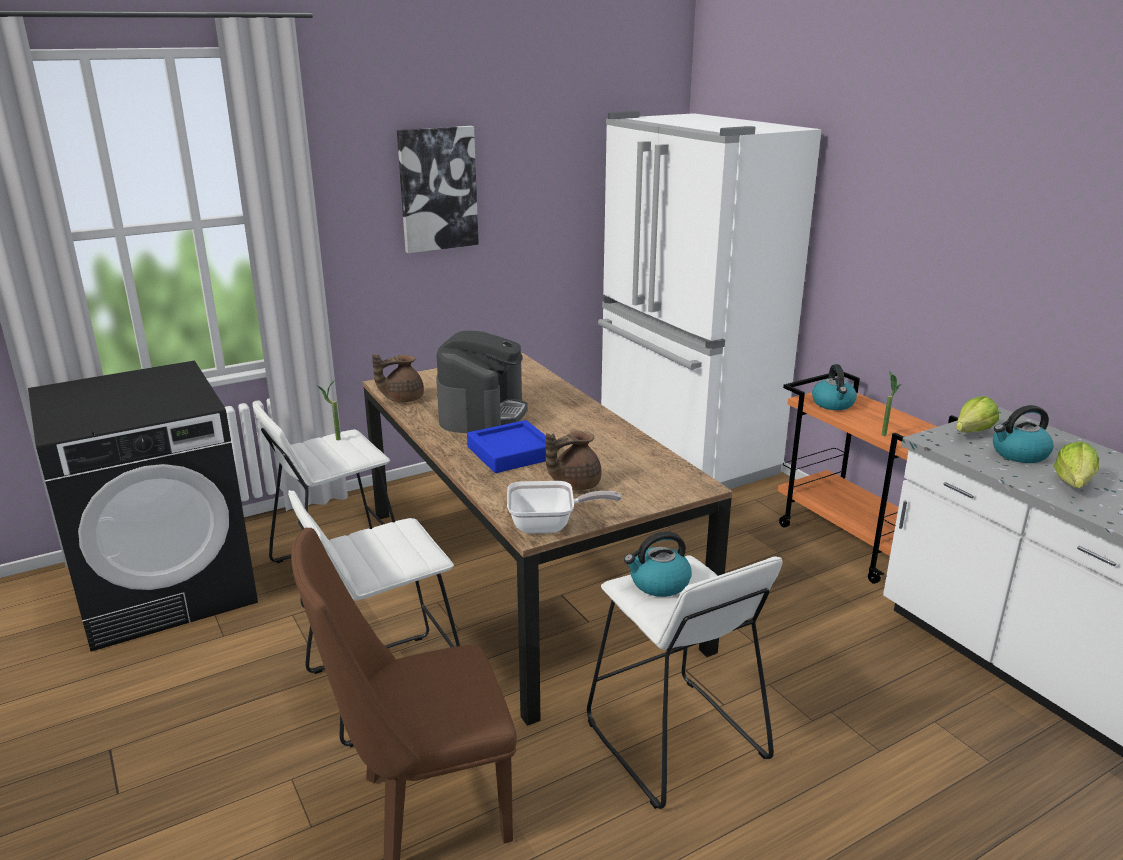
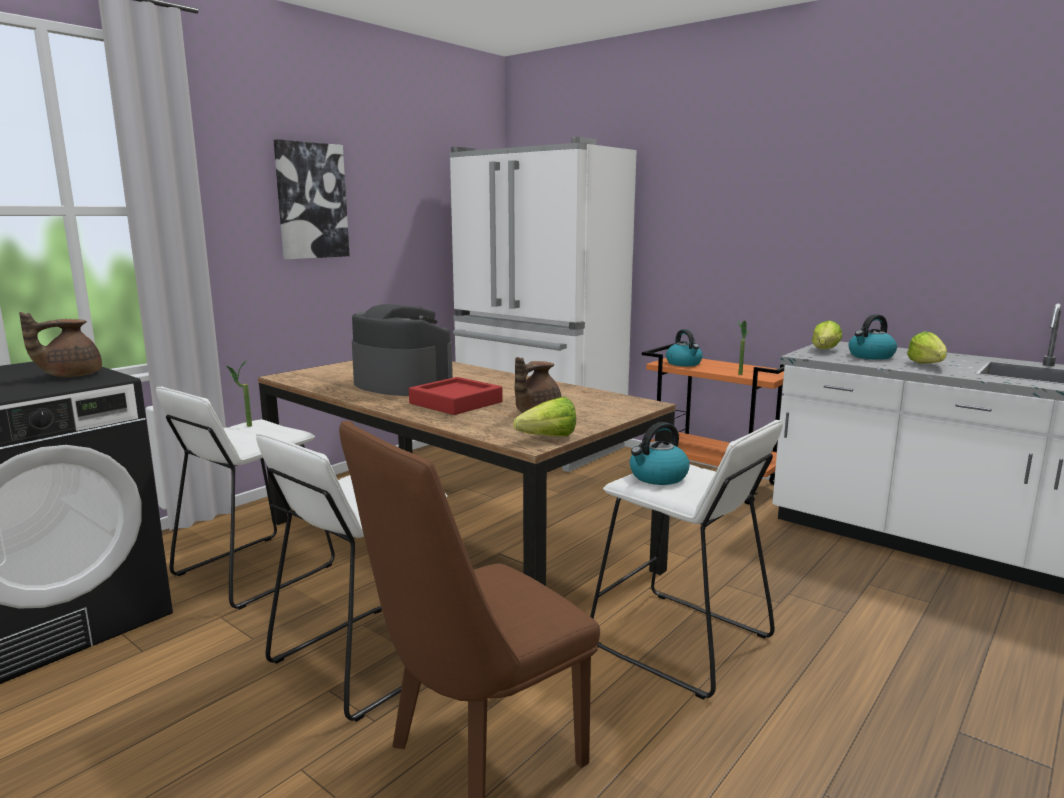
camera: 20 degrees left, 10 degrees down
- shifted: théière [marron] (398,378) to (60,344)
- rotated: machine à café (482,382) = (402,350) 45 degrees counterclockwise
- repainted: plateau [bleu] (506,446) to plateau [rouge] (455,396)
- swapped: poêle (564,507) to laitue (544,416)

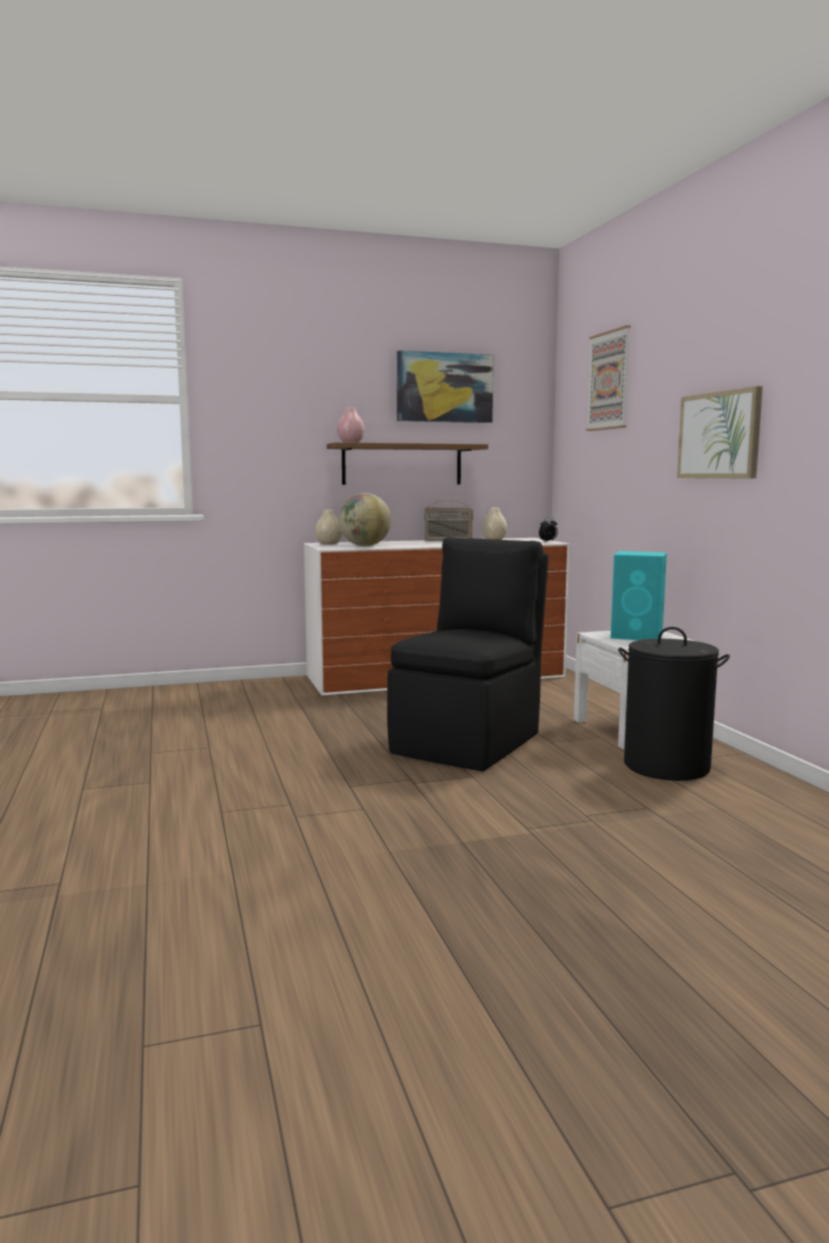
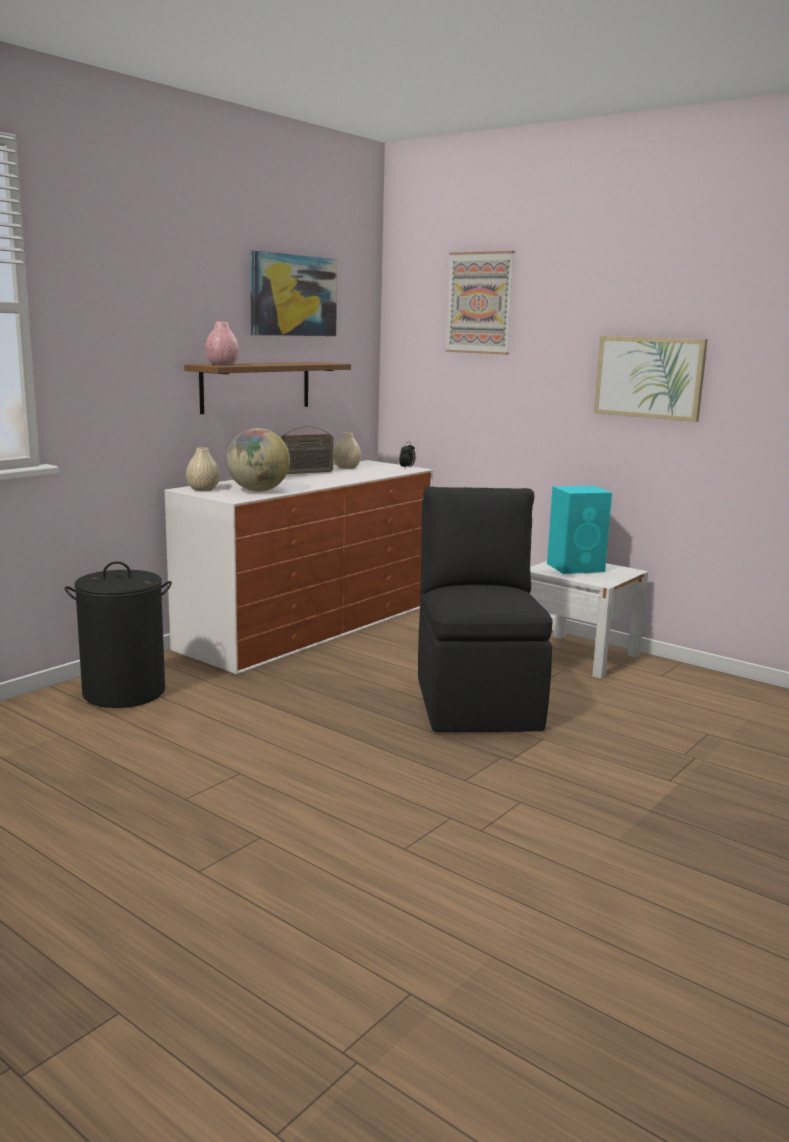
camera: 35 degrees left, 5 degrees up
- shifted: panier à linge [noir] (674,704) to (118,634)

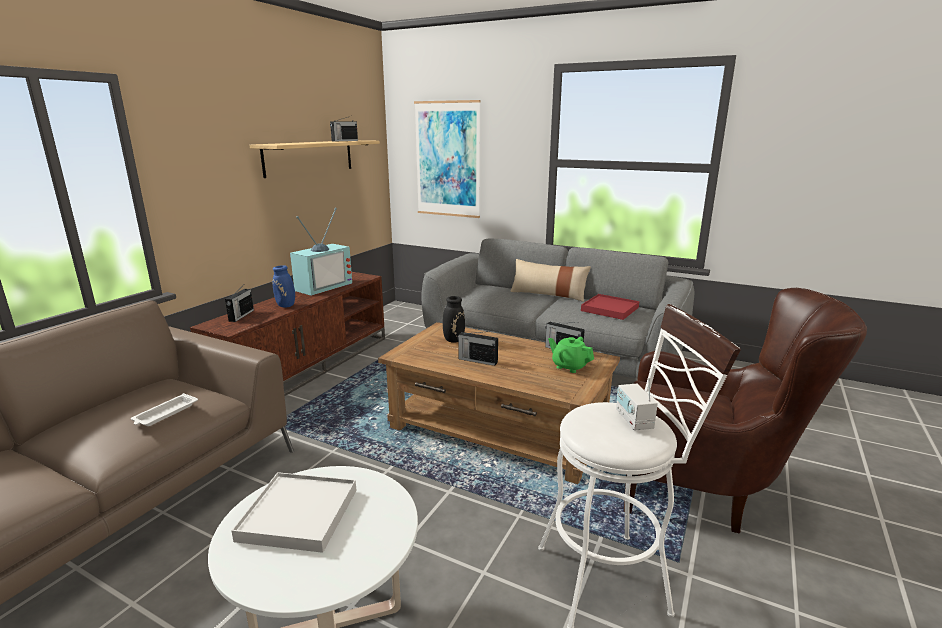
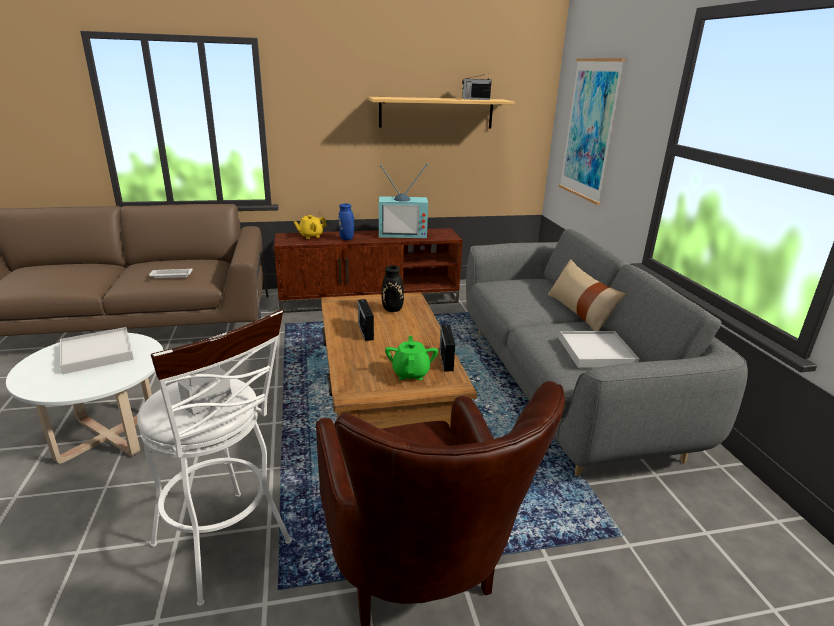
camera: 50 degrees right, 5 degrees up
- swapped: radio (239,305) to théière [jaune] (310,227)
- repainted: plateau [rouge] (610,307) to plateau [blanc] (599,349)

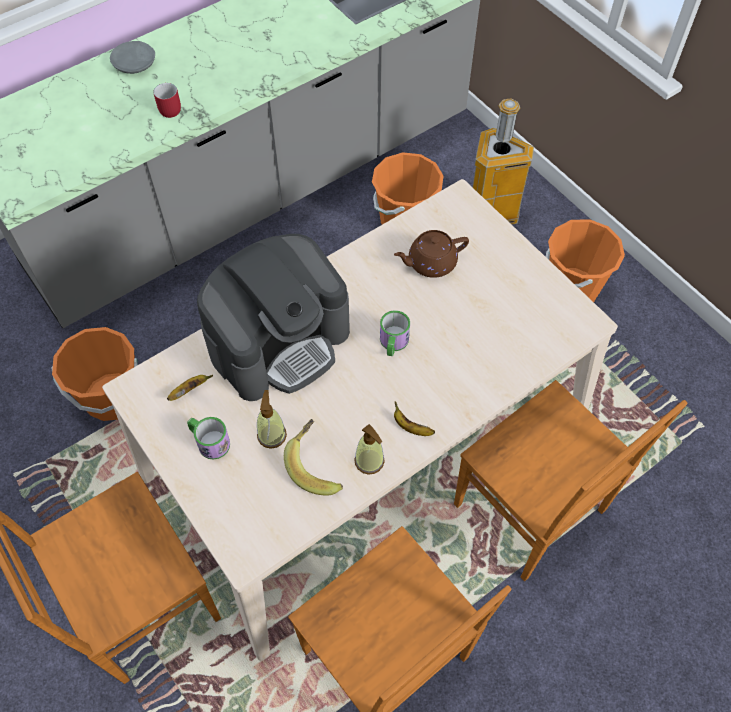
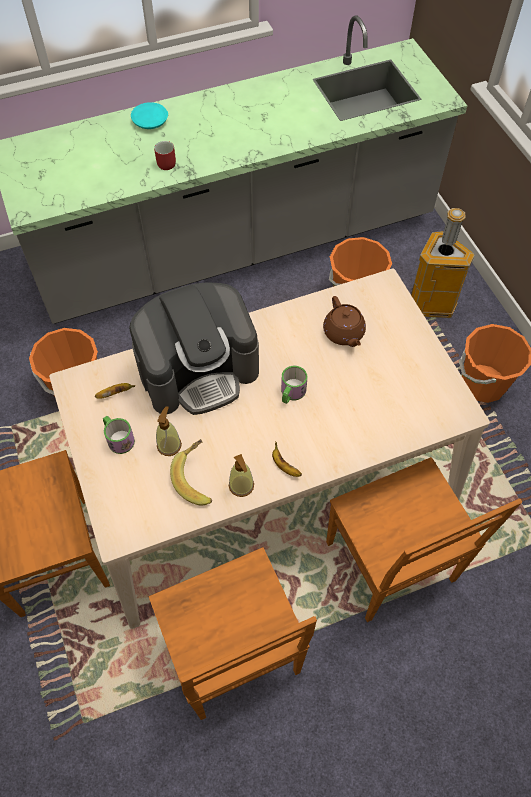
camera: 15 degrees right, 0 degrees up
- repainted: assiette [gris] (132,57) to assiette [turquoise] (149,115)
- rotated: théière [marron] (431,254) = (344,321) 105 degrees counterclockwise

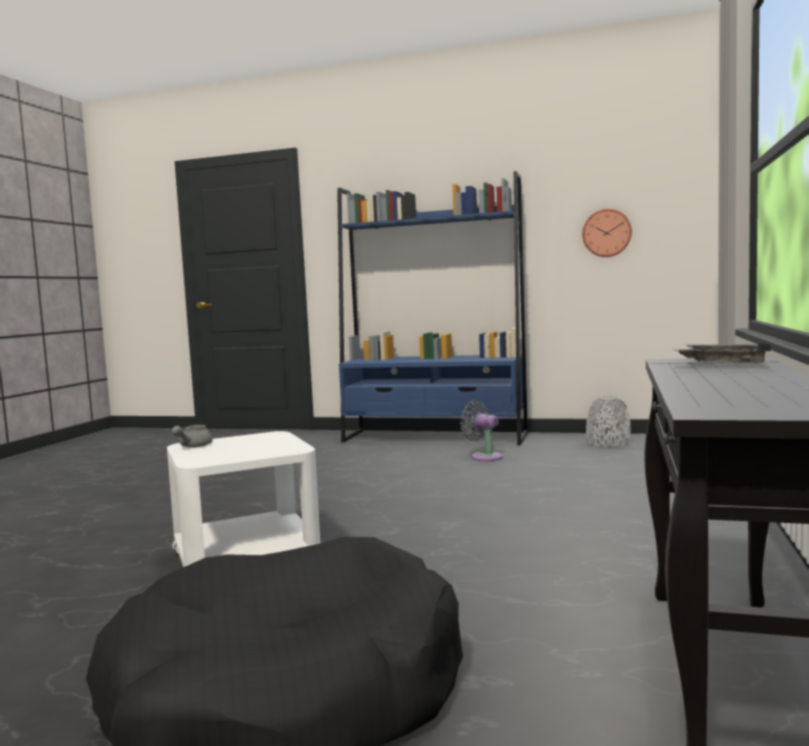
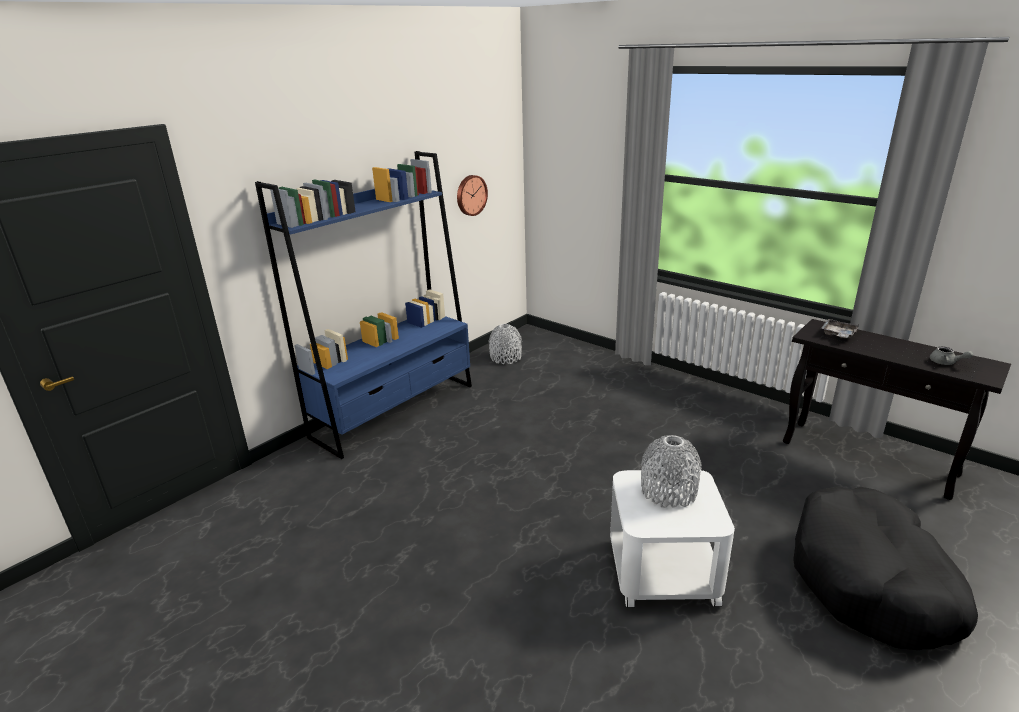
camera: 65 degrees left, 20 degrees up
- new: vase [gris] (671,471)
- shifted: théière [gris] (192,436) to (951,355)
- gone: ventilateur [gris] (481,430)

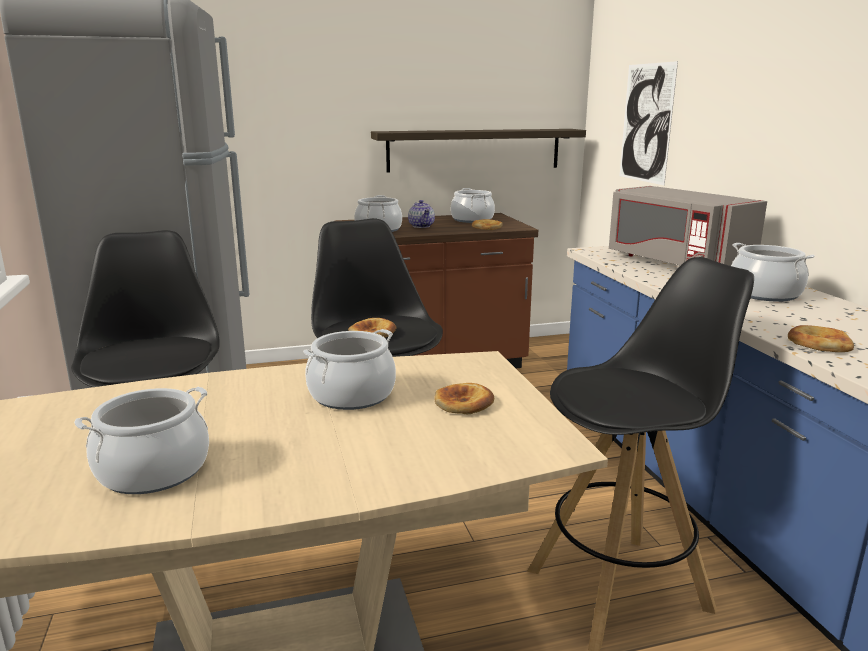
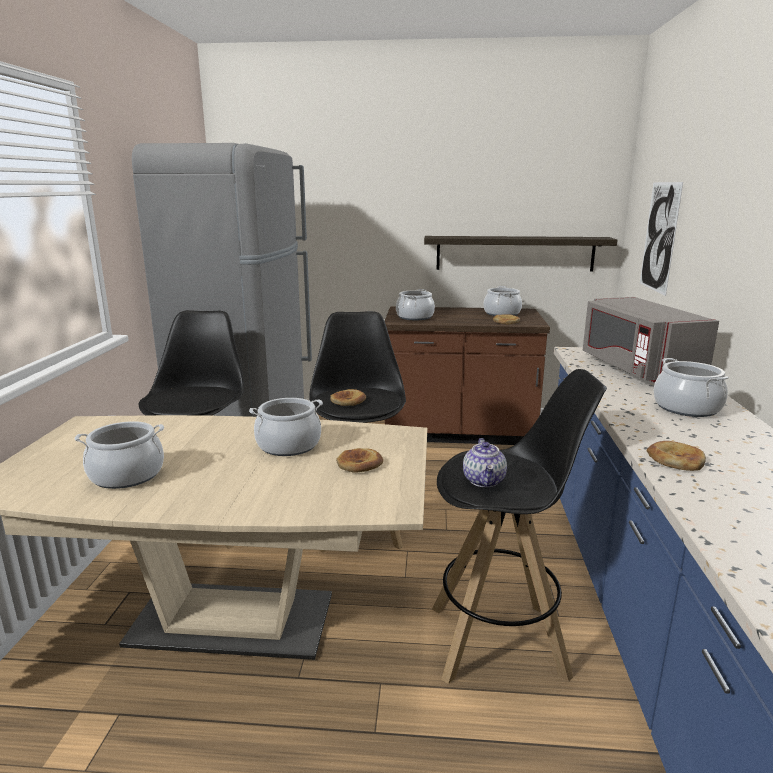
camera: 20 degrees right, 0 degrees up
- shifted: théière (421,214) to (485,462)

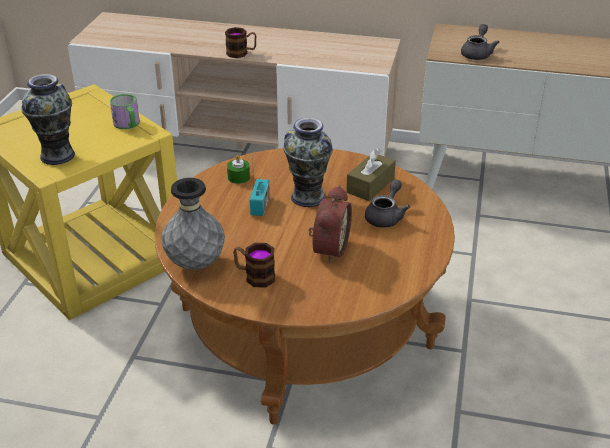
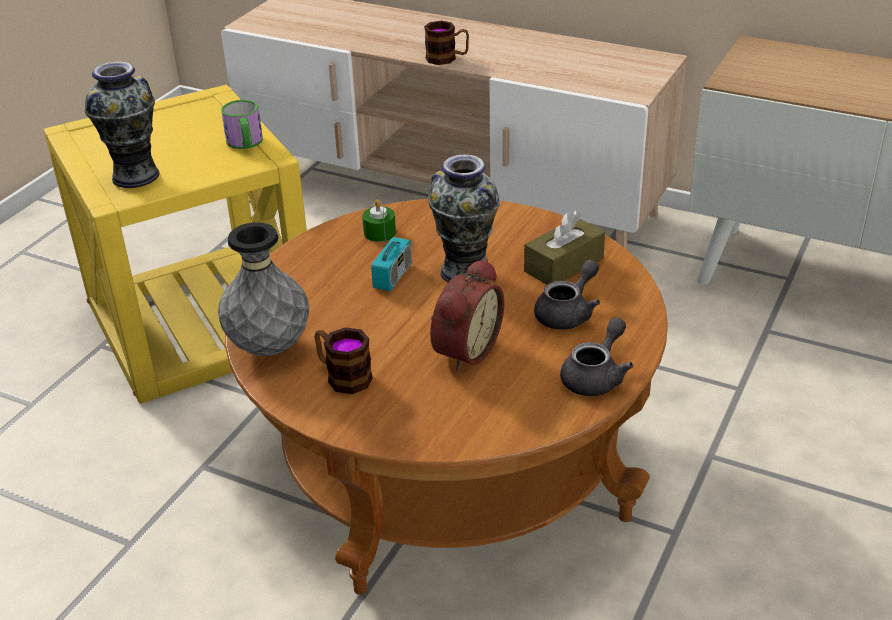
camera: 15 degrees right, 0 degrees up
- shifted: théière [gris] (480,42) to (596,356)

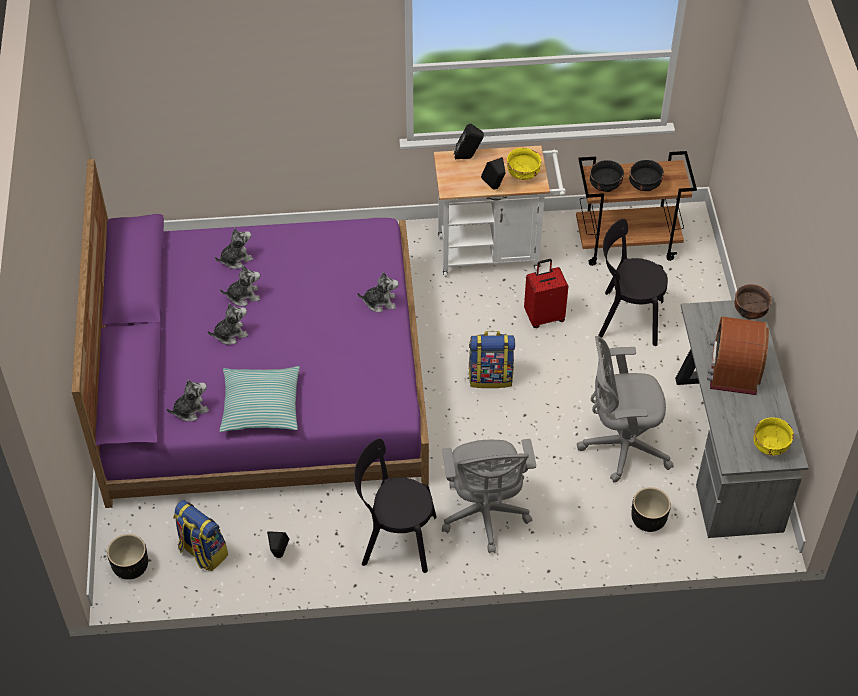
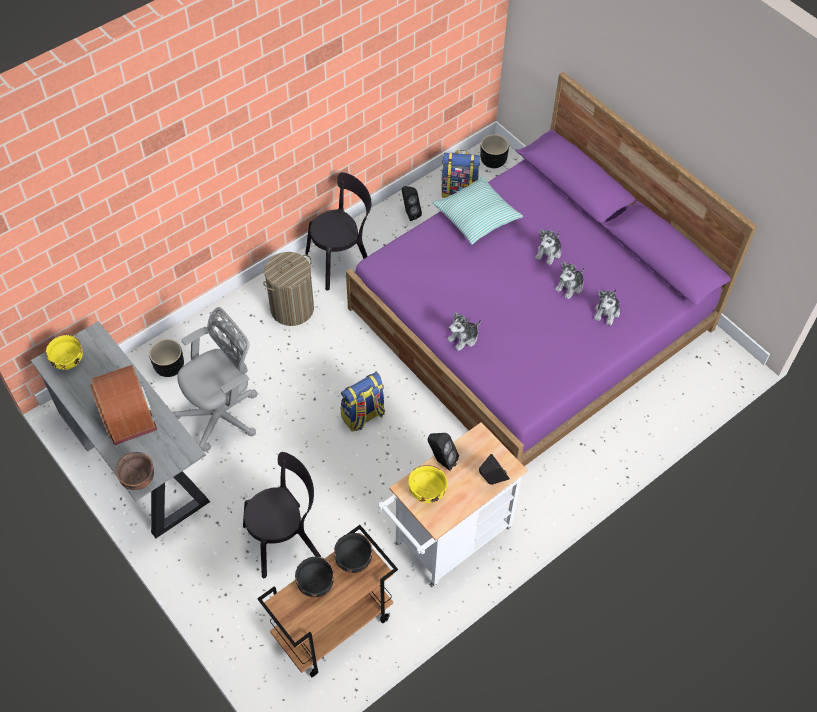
camera: 145 degrees right, 5 degrees up
- swapped: chaise de bureau [gris] (489,496) to panier à linge (288,289)
- gone: peluche (187,400)
- gone: valise [rouge] (546,293)

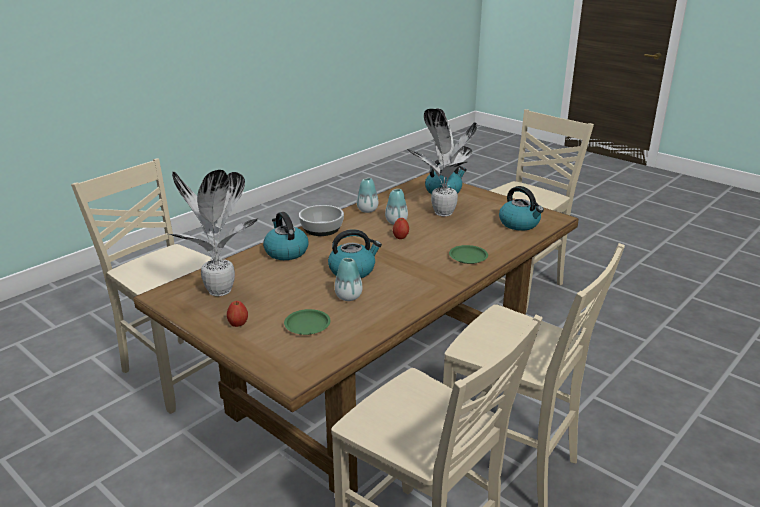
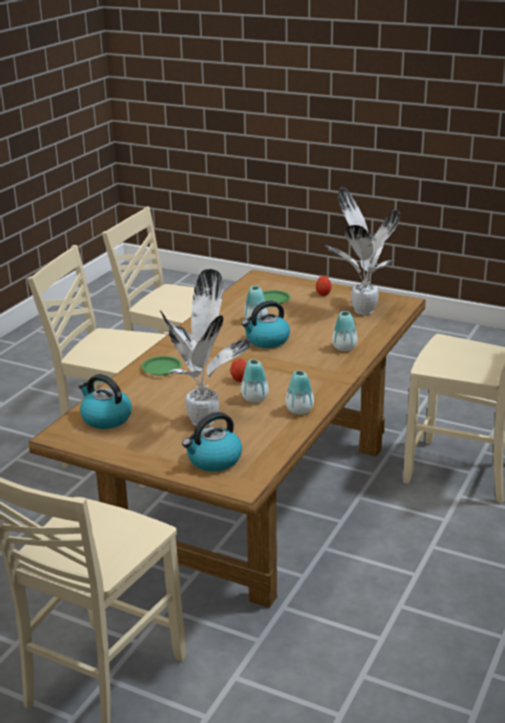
camera: 165 degrees right, 0 degrees up
- swapped: bouilloire (285,236) to vase (344,331)
- gone: bol (321,220)

